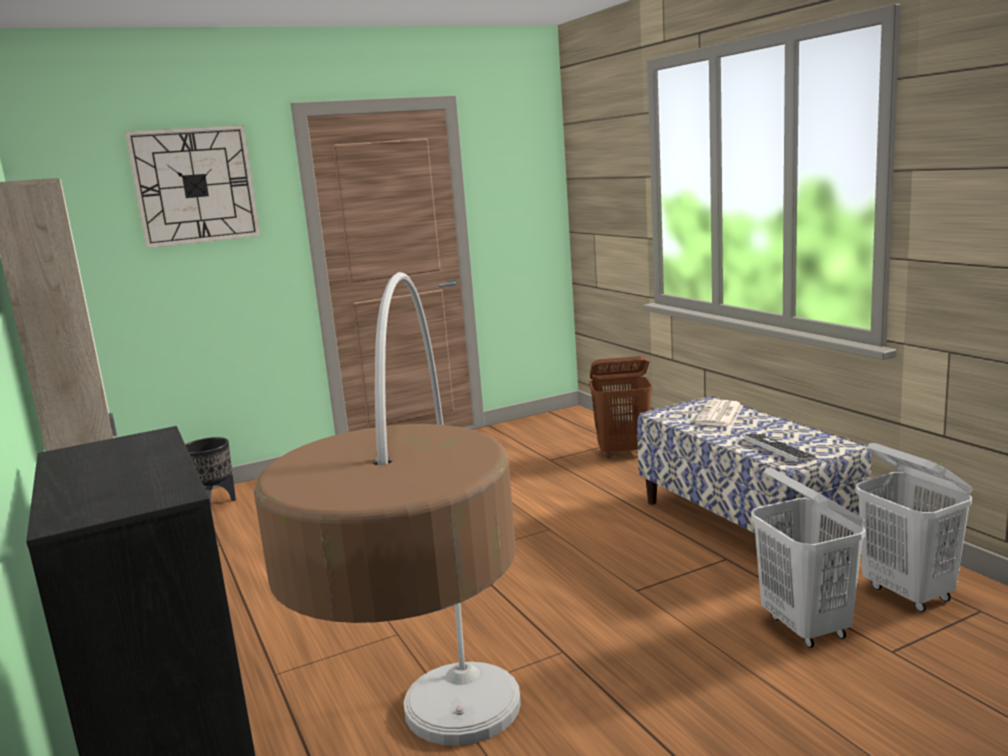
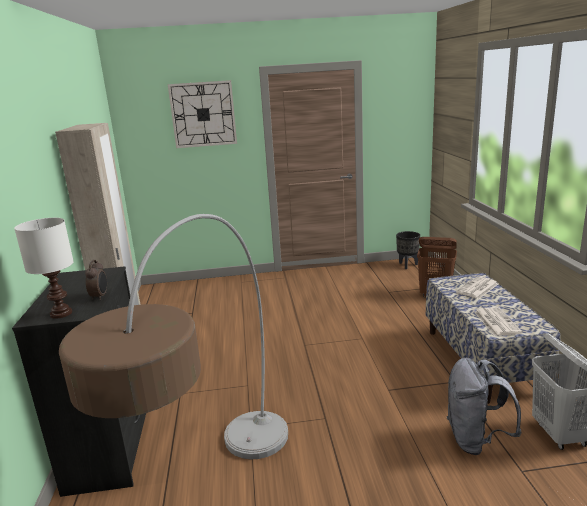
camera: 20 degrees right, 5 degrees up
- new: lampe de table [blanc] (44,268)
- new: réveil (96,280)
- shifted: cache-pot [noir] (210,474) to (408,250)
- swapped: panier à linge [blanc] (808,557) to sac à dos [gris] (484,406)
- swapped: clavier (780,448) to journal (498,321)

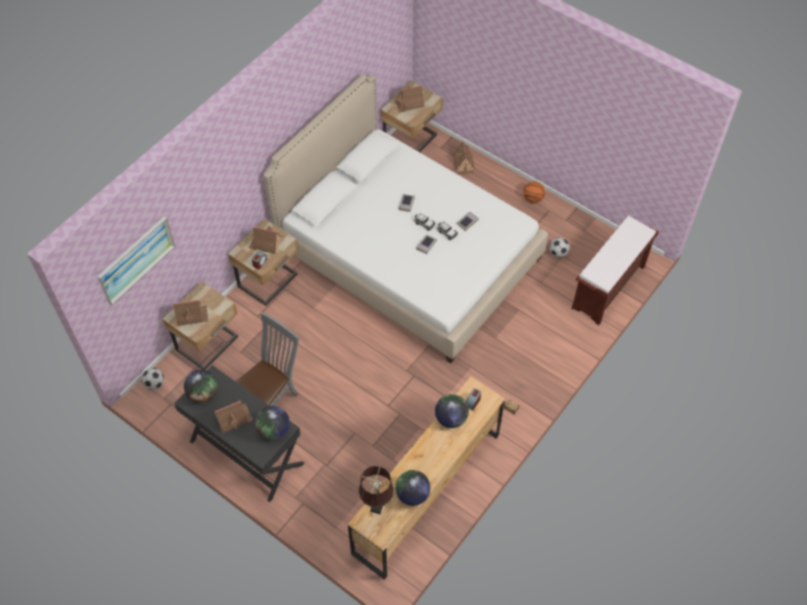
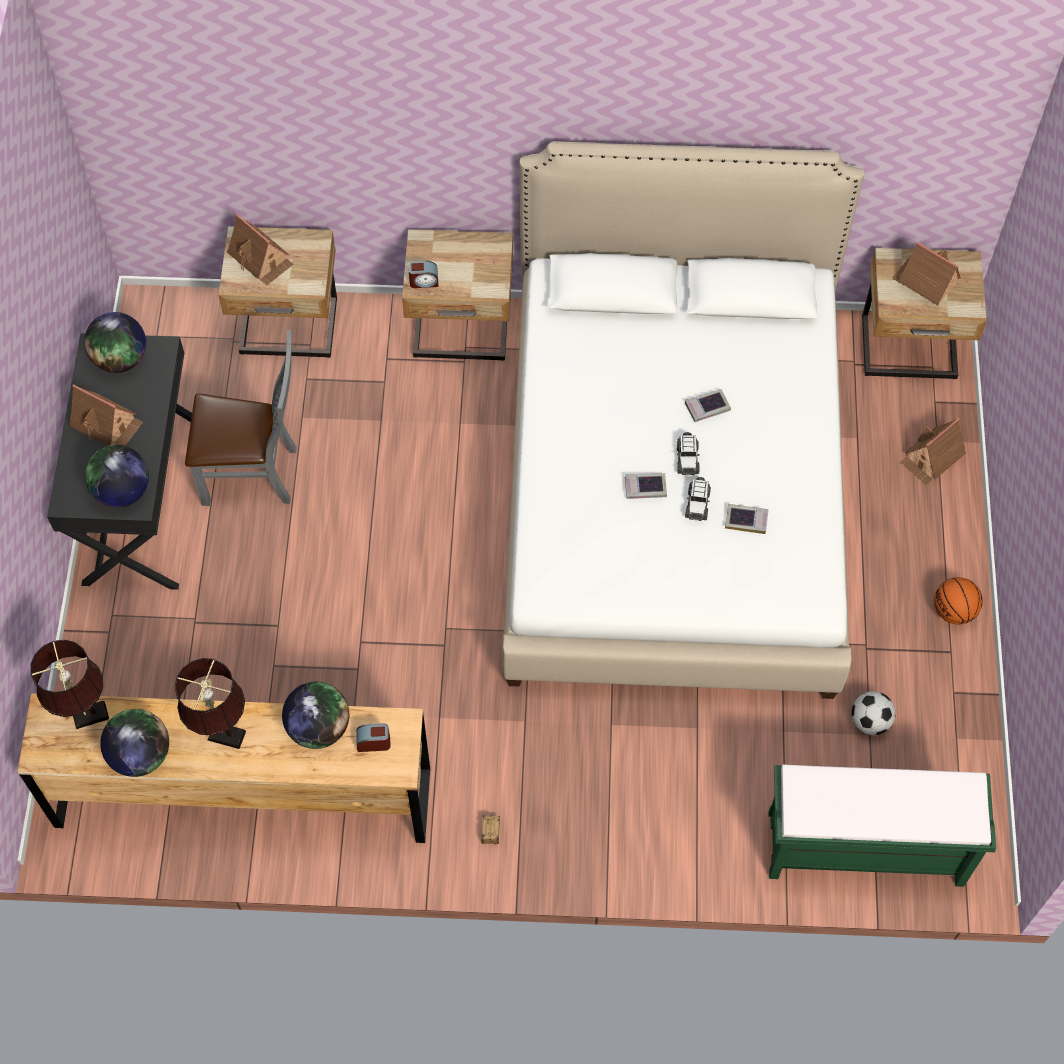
camera: 55 degrees right, 5 degrees up
- new: lampe de table [marron] (210,703)
- repainted: banc [marron] (615,270) to banc [vert] (882,826)
- gone: tableau (136,261)
- gone: ballon de foot (153,379)
- gone: maison miniature (265,240)

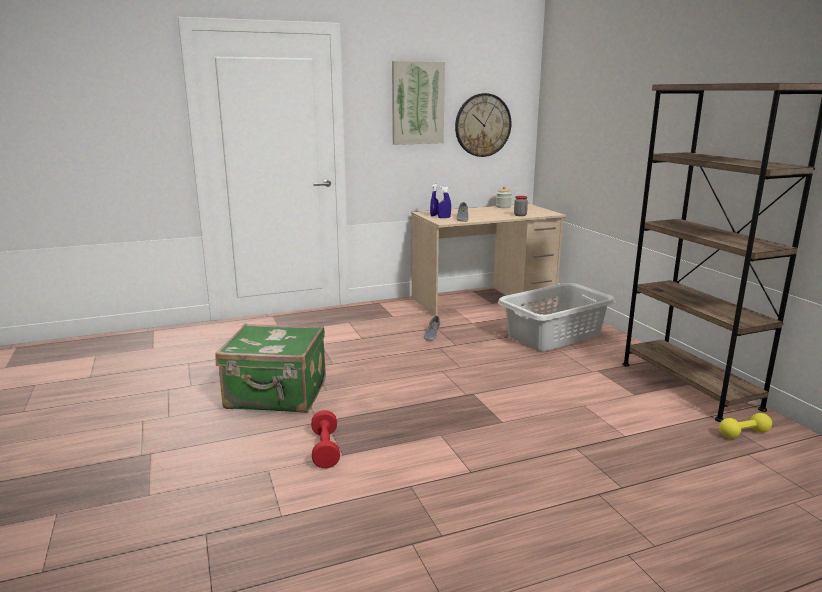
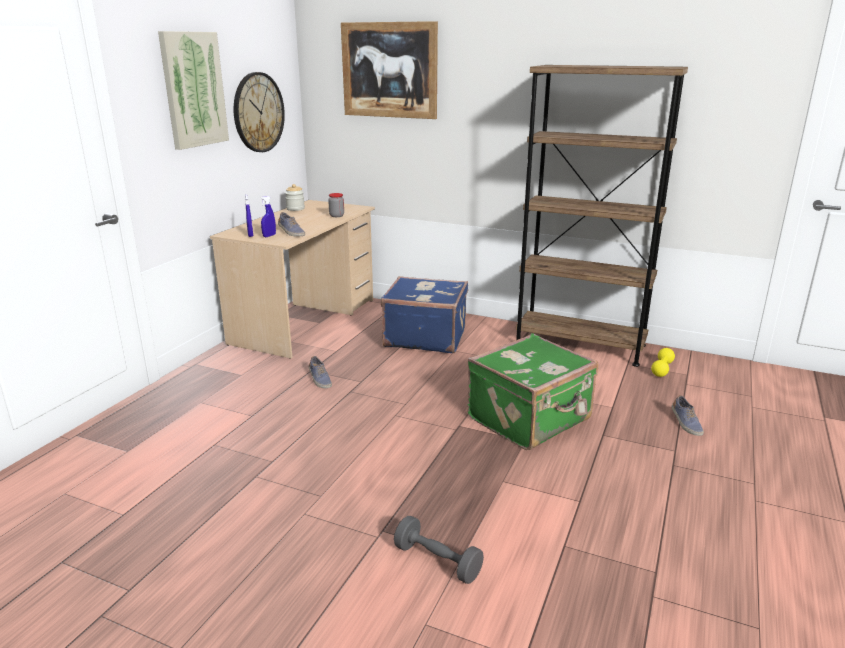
camera: 45 degrees left, 5 degrees up
- new: tableau (389,70)
- swapped: panier à linge [gris] (556,317) to valise [bleu] (424,314)
- repainted: haltère [rouge] (325,439) to haltère [gris] (439,550)
- shifted: valise [vert] (270,368) to (532,391)
- new: chaussure (688,415)

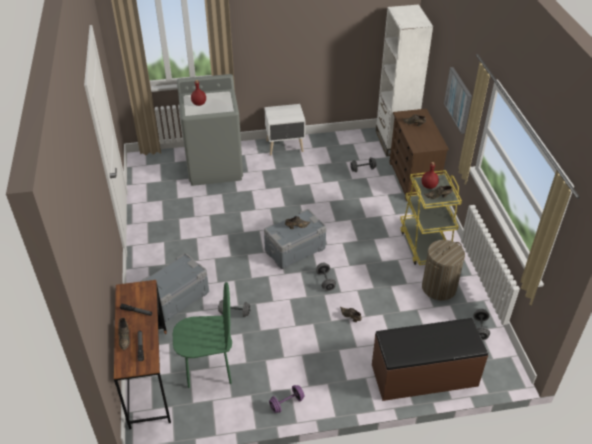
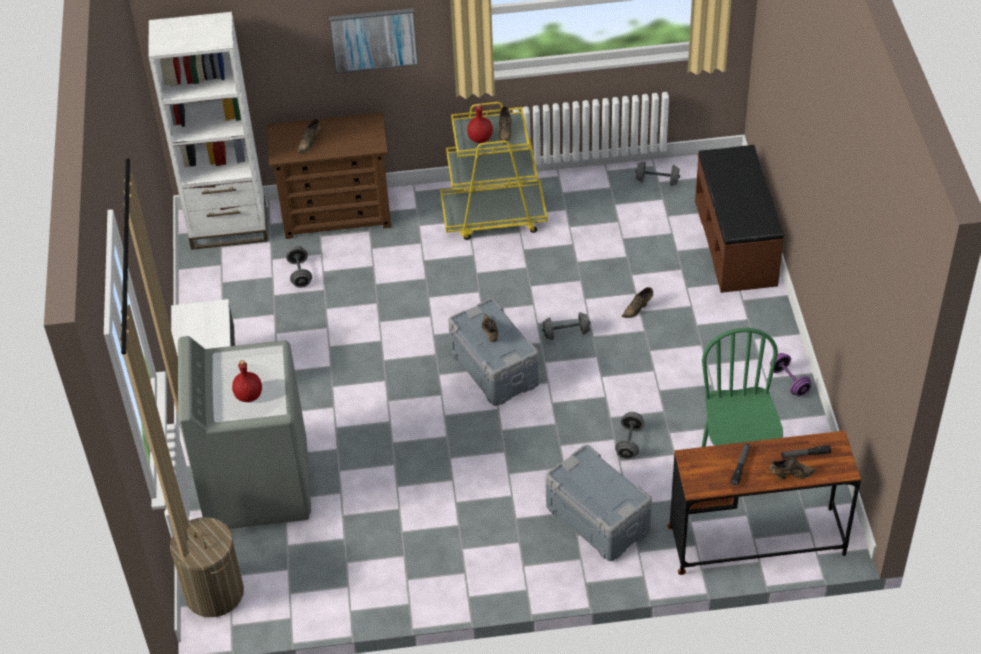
camera: 85 degrees left, 5 degrees up
- shifted: panier à linge (443,270) to (207,567)

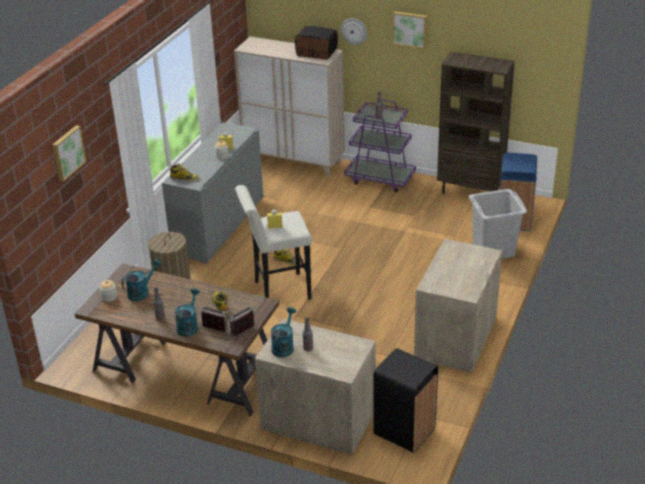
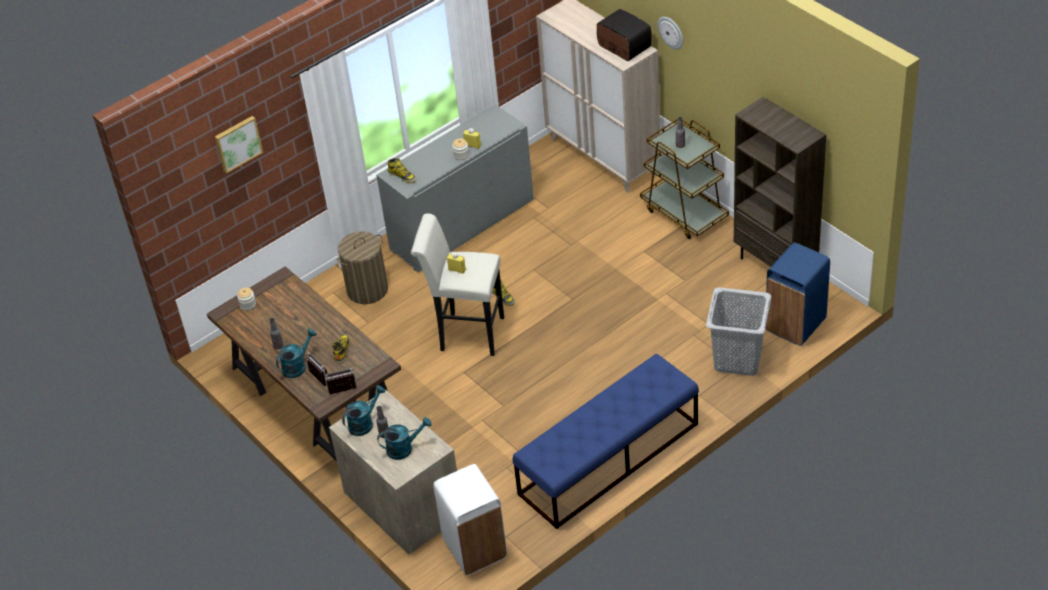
camera: 30 degrees right, 10 degrees up
- shifted: arrosoir [turquoise] (141,280) to (404,438)
- repainted: poubelle [noir] (405,400) to poubelle [blanc] (470,520)
- swapped: commode (458,306) to banc [bleu] (606,441)
- repainted: chariot [violet] (380,145) to chariot [marron] (684,179)
- gone: tableau (410,30)

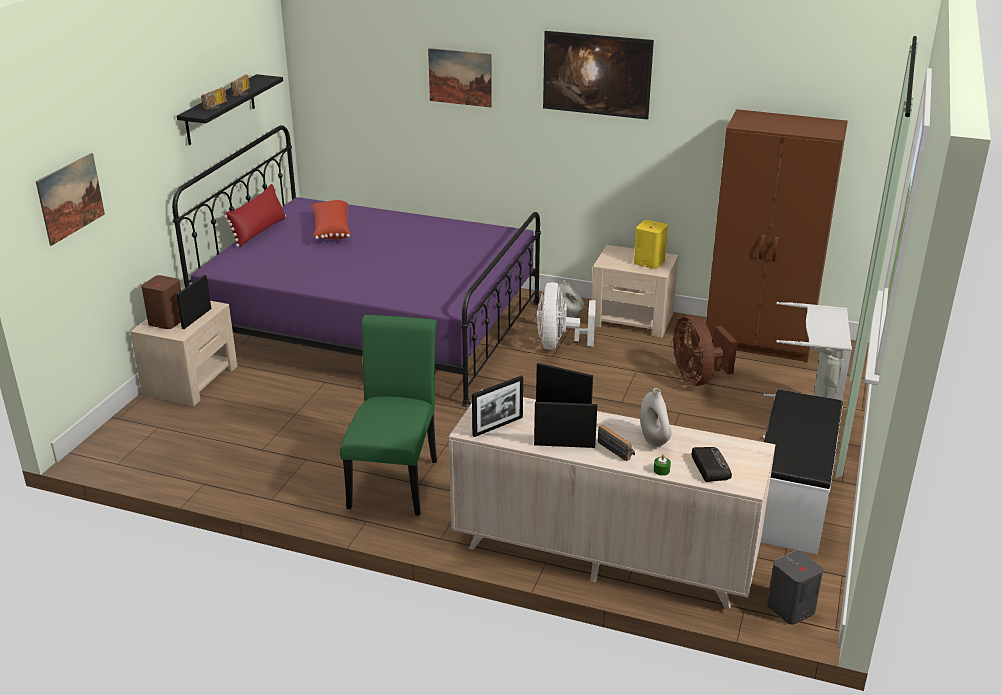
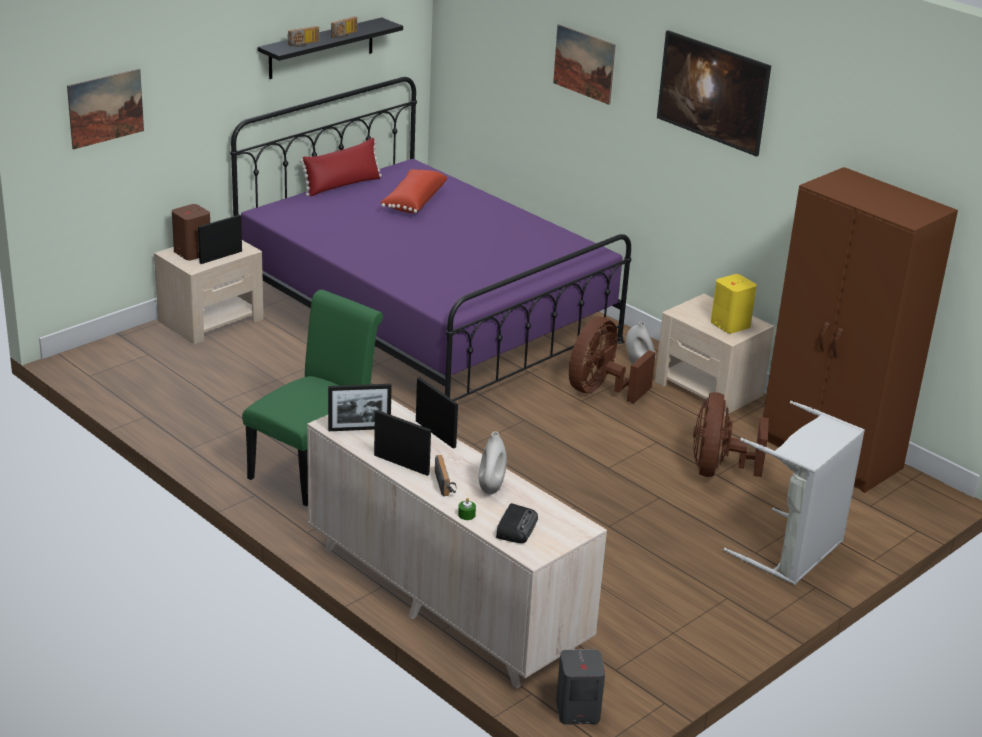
camera: 25 degrees right, 0 degrees up
- repainted: ventilateur [blanc] (566,316) to ventilateur [marron] (612,360)
- gone: banc [blanc] (802,472)

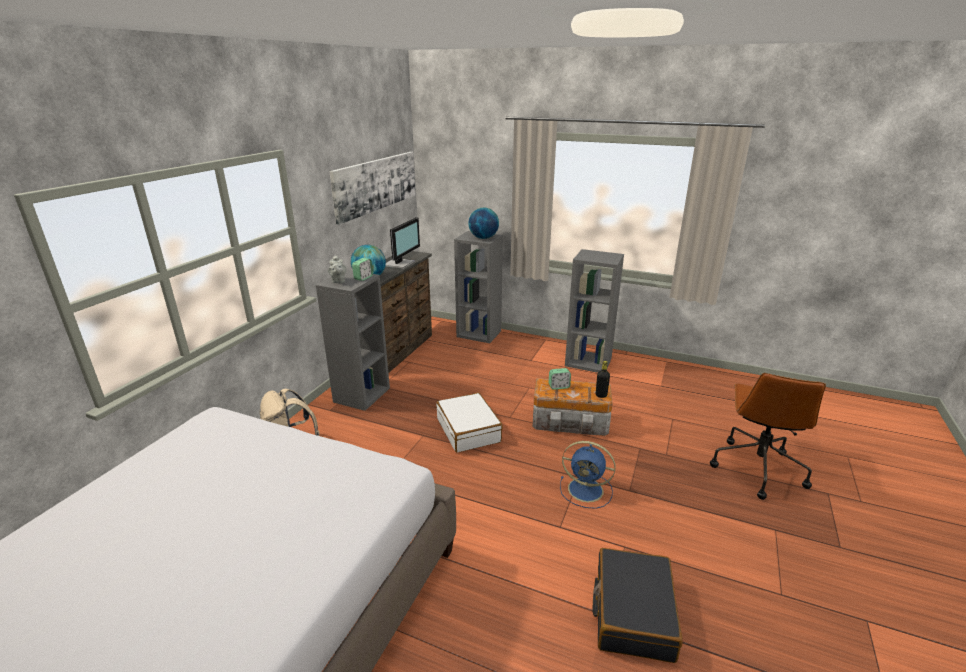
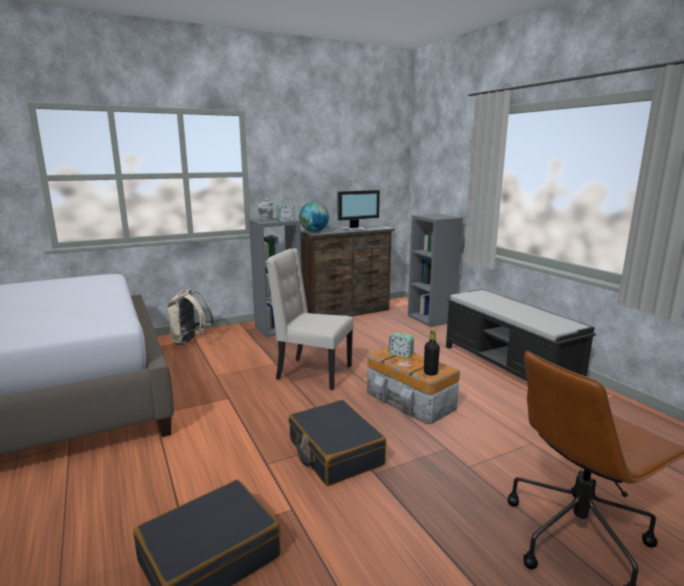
camera: 40 degrees right, 10 degrees down
- swapped: valise [blanc] (469,423) to chaise [beige] (310,319)
- swapped: ventilateur [bleu] (588,475) to valise [noir] (338,443)
- swapped: bibliothèque [gris] (594,311) to banc [noir] (521,335)
- gone: tableau (372,188)
- gone: globe (483,223)

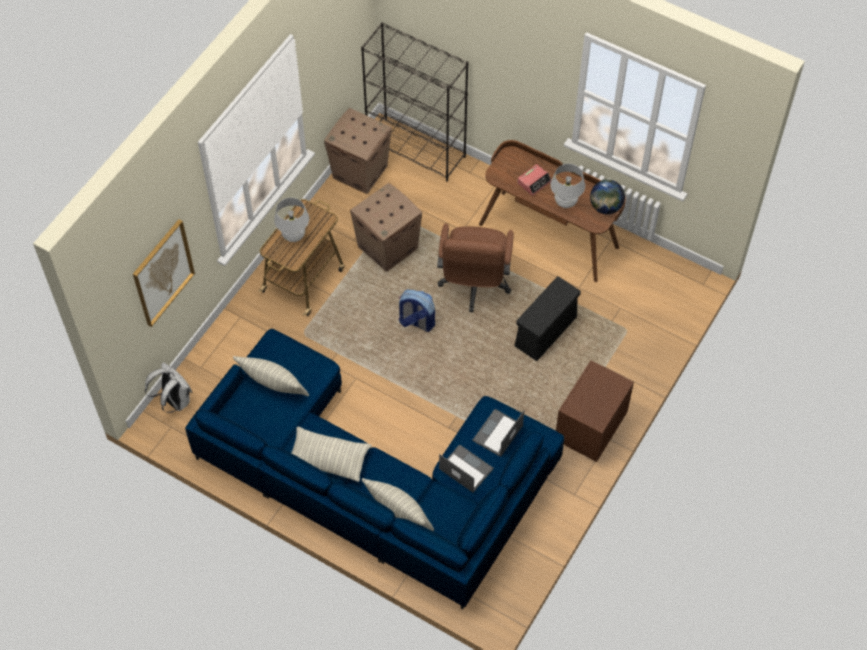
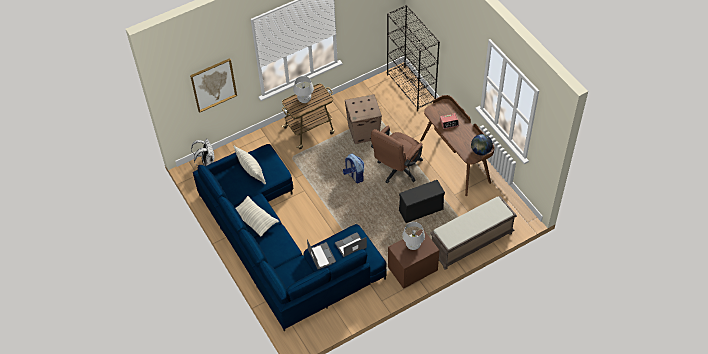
camera: 30 degrees right, 5 degrees down
- shifted: lampe de table [blanc] (567,186) to (413,236)
- new: banc [marron] (473,232)
- gone: carton (358,151)
- gone: coussin (398,505)

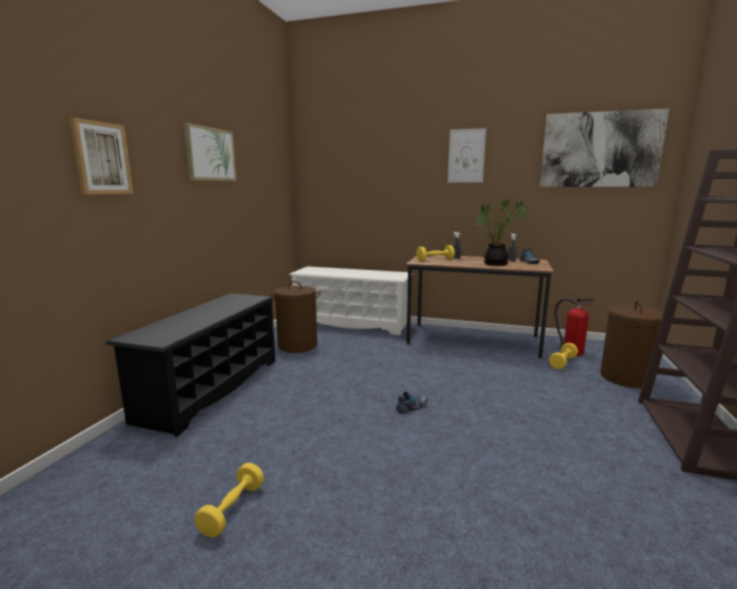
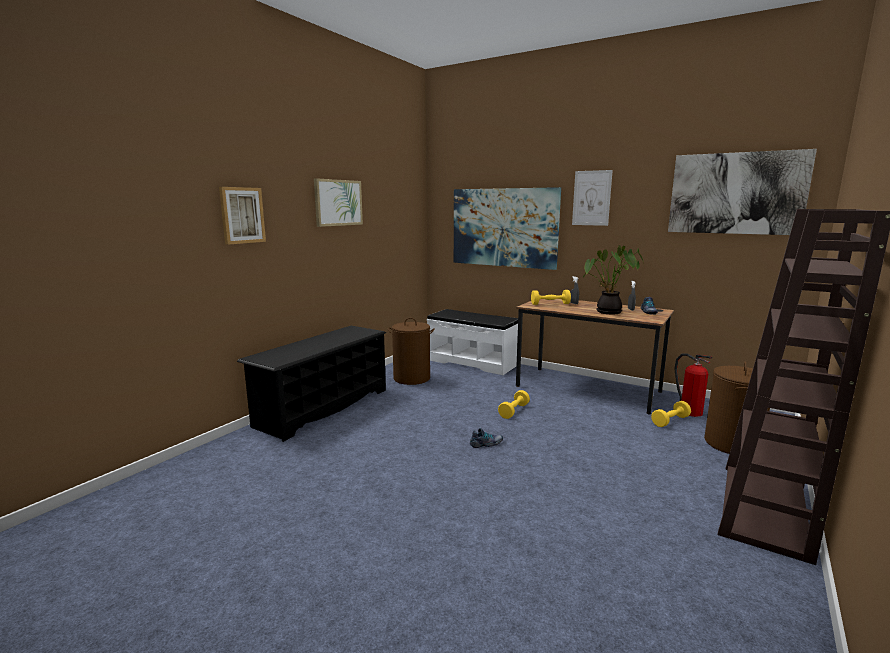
camera: 15 degrees right, 0 degrees up
- swapped: étagère à chaussures [blanc] (351,300) to banc [blanc] (472,342)
- new: tableau (507,228)
- shifted: haltère [jaune] (229,500) to (514,404)

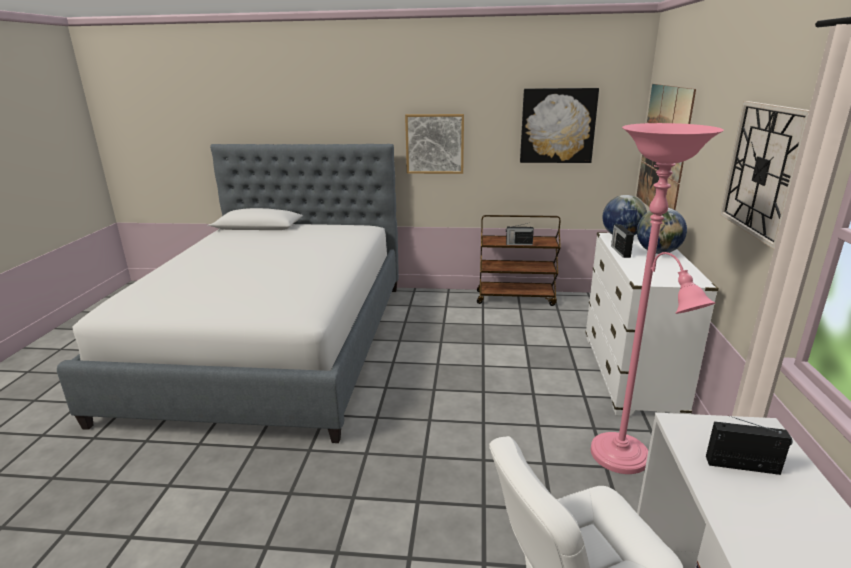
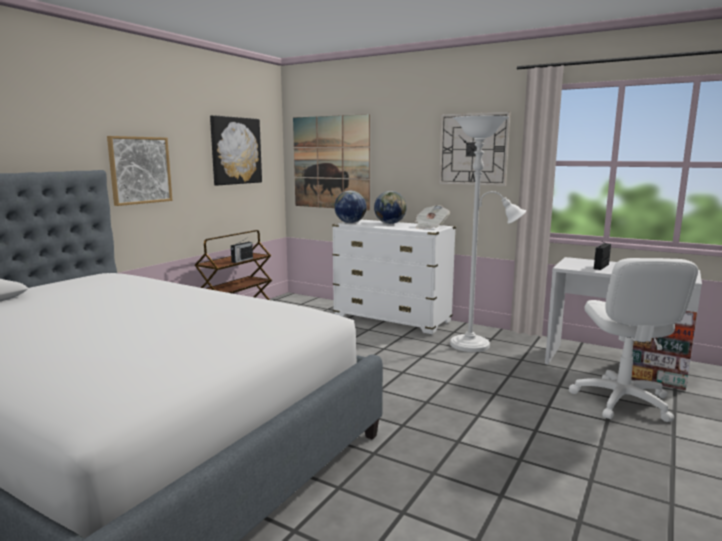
camera: 65 degrees left, 10 degrees down
- new: journal (432,217)
- repainted: lampadaire [rose] (657,298) to lampadaire [blanc] (488,234)
- gone: radio (622,241)

